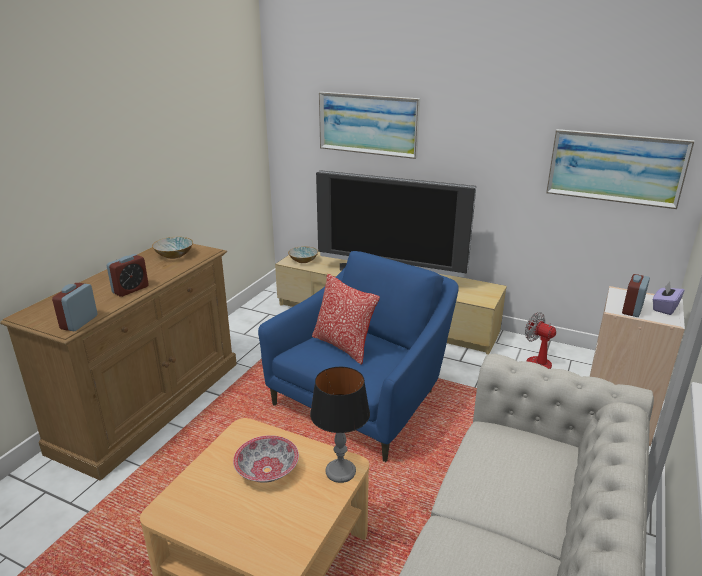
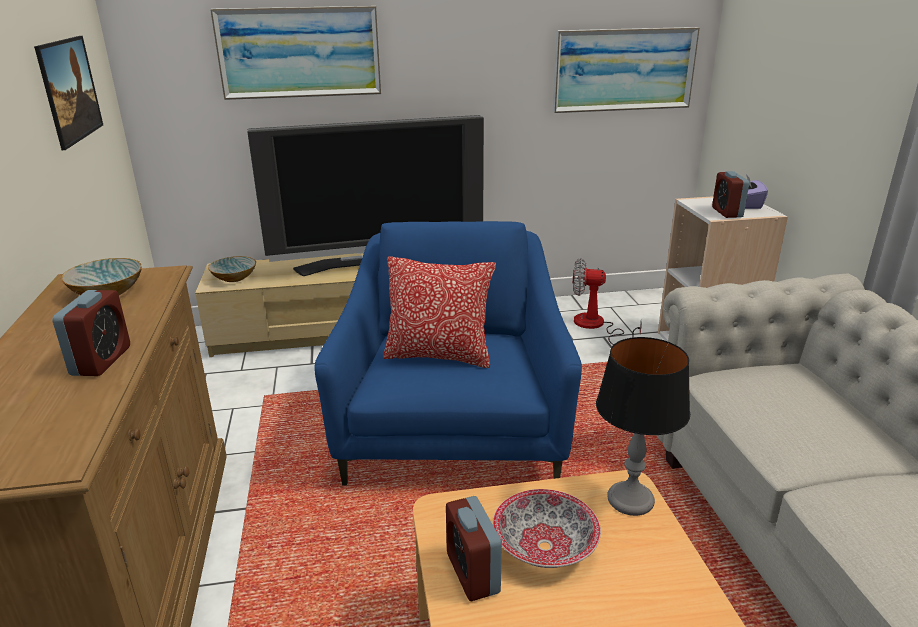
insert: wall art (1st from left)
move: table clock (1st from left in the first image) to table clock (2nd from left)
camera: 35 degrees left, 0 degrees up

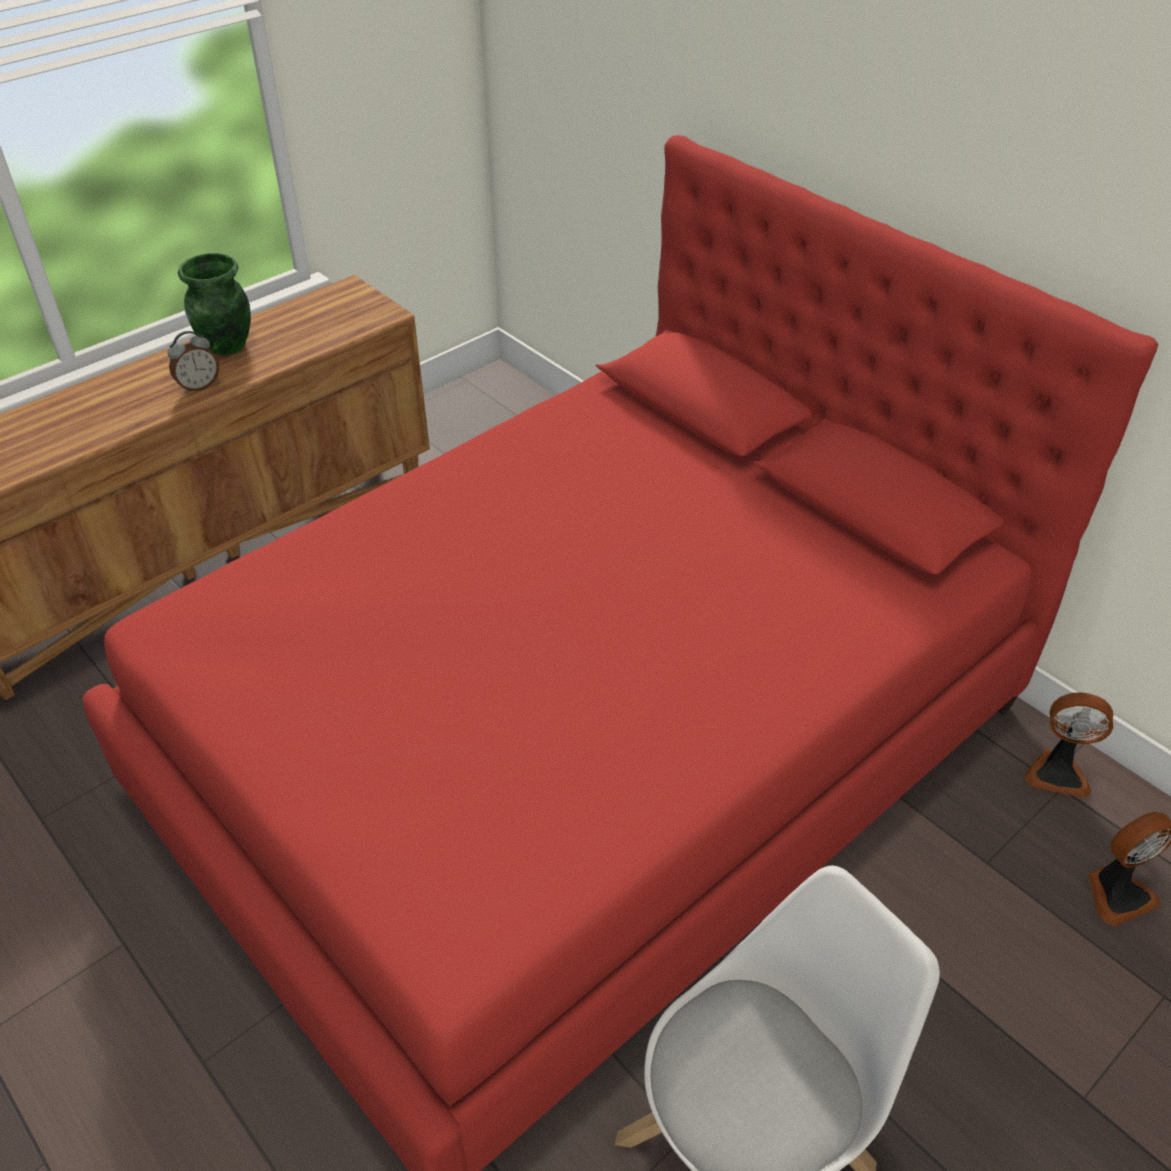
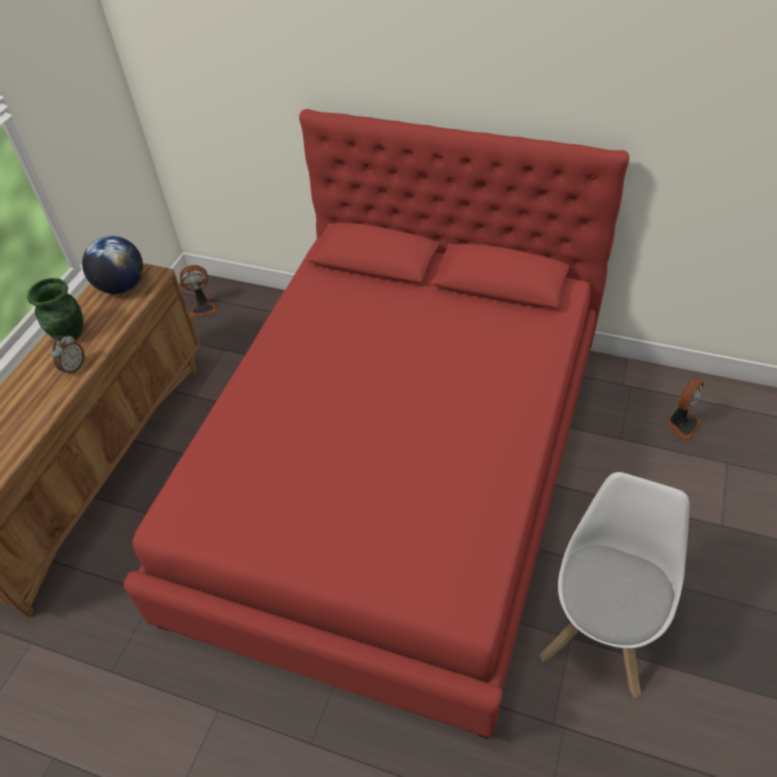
insert: desk globe
move: electric fan (1st from left)
camera: 25 degrees left, 5 degrees up

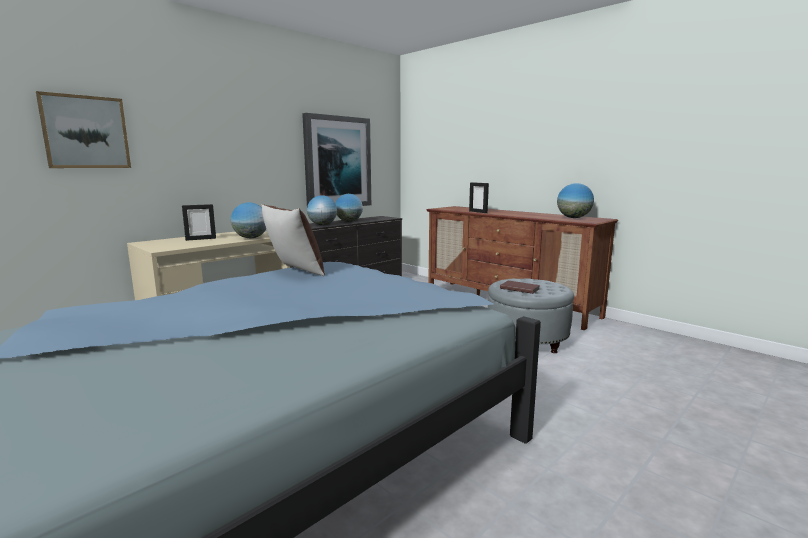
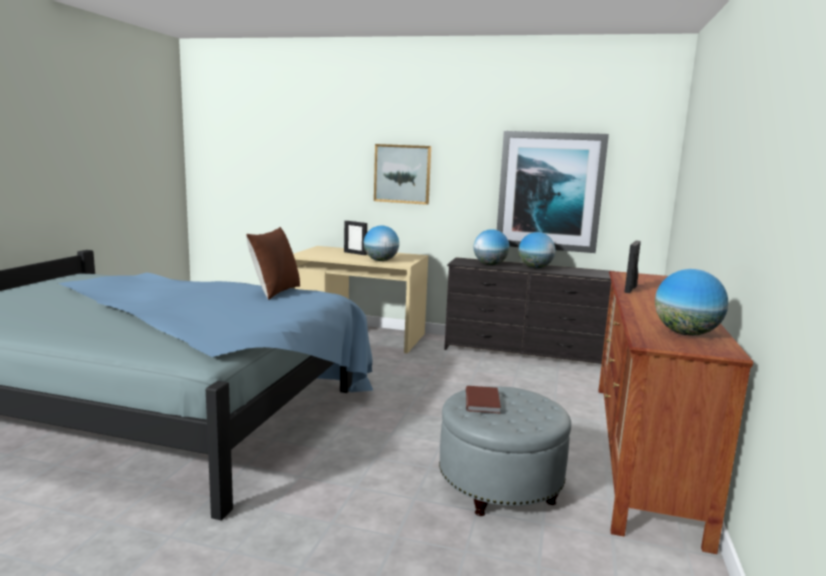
move: wall art (1st from left)
camera: 60 degrees right, 0 degrees up

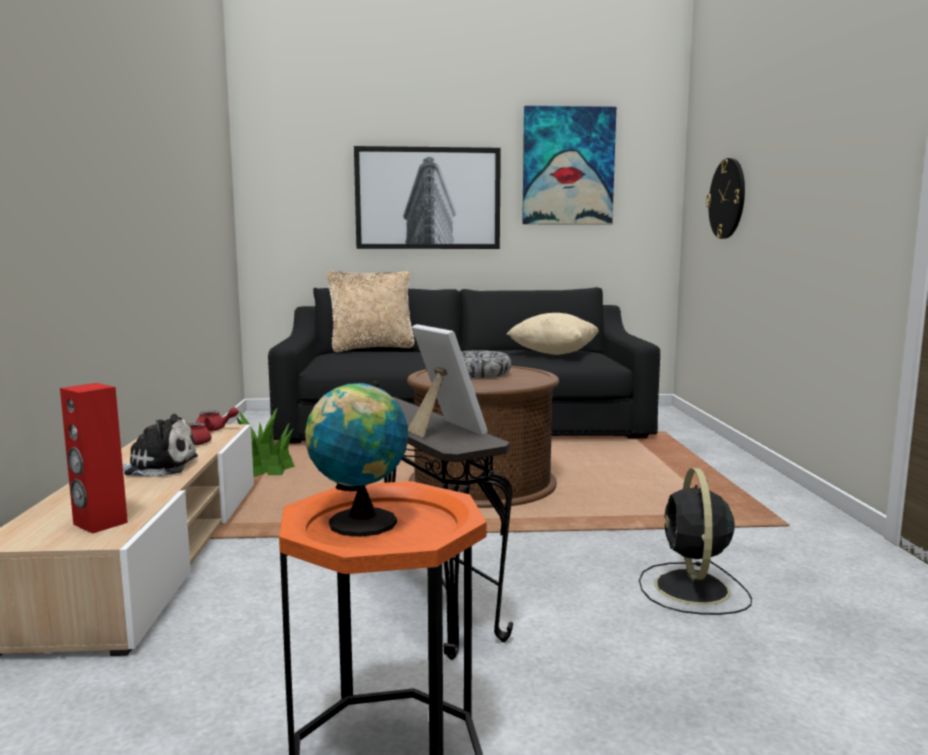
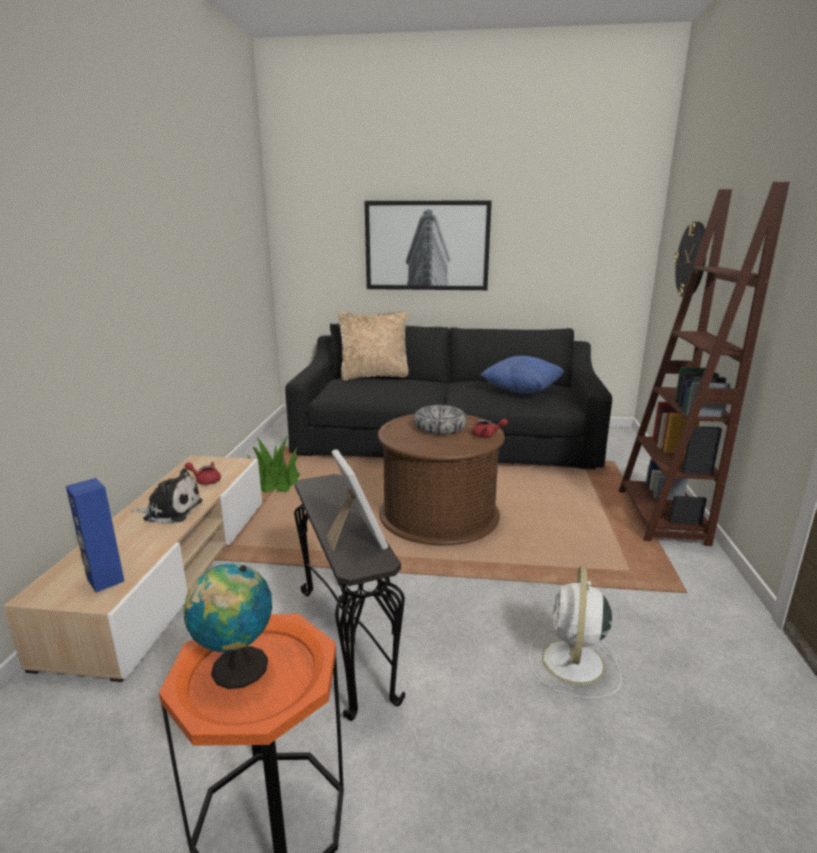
delete: wall art (2nd from left)
insert: brown bookcase
move: red-coloured tea pot (2nd from left)
recolor: red-coloured loudspeaker to blue-coloured loudspeaker; beige cushion (2nd from left) to blue-coloured cushion; black electric fan to whitish electric fan
camera: 10 degrees right, 10 degrees up

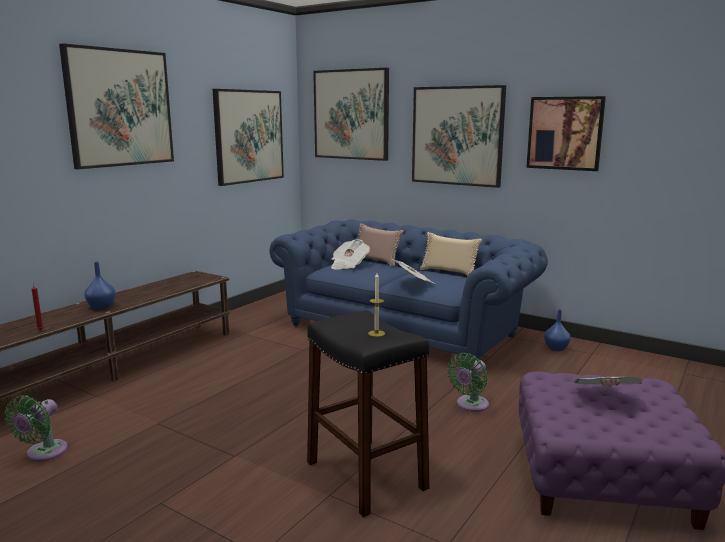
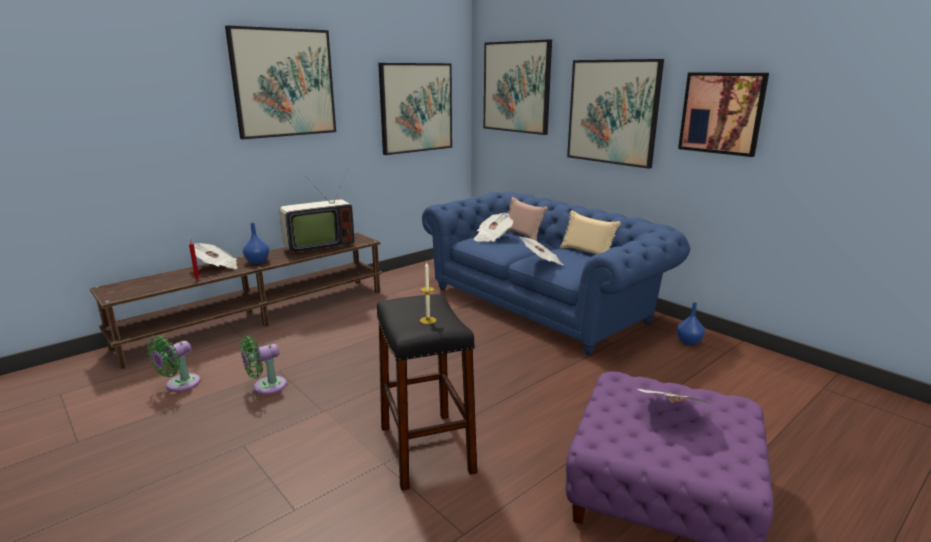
insert: printed paper (1st from left); television
move: greenish electric fan (2nd from left)
camera: 15 degrees right, 5 degrees up

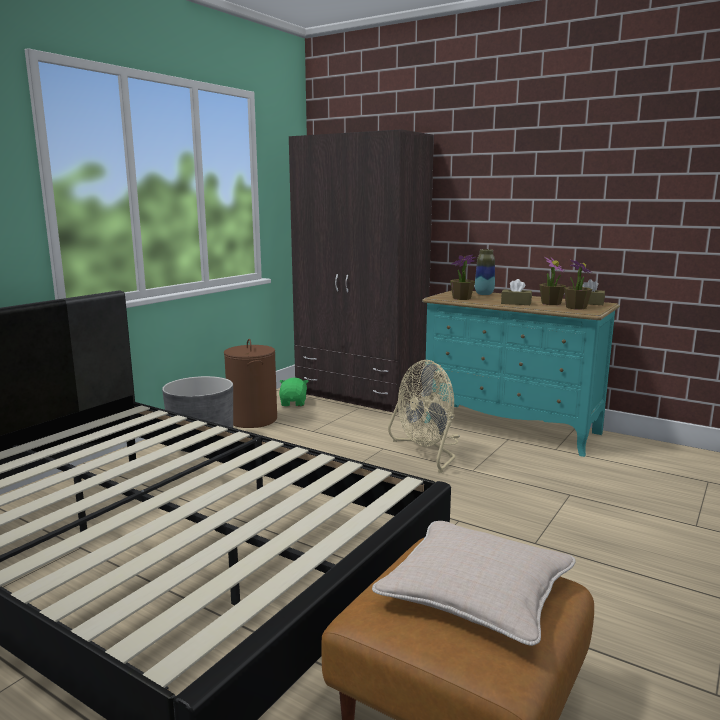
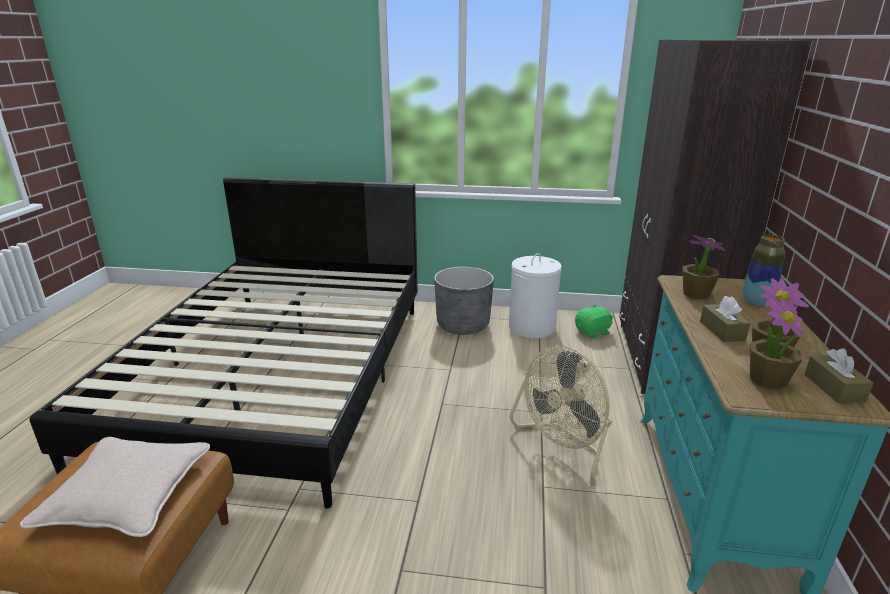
recolor: brown washing basket to whitish washing basket
rotate: beige electric fan 75 degrees counterclockwise
camera: 65 degrees right, 10 degrees up

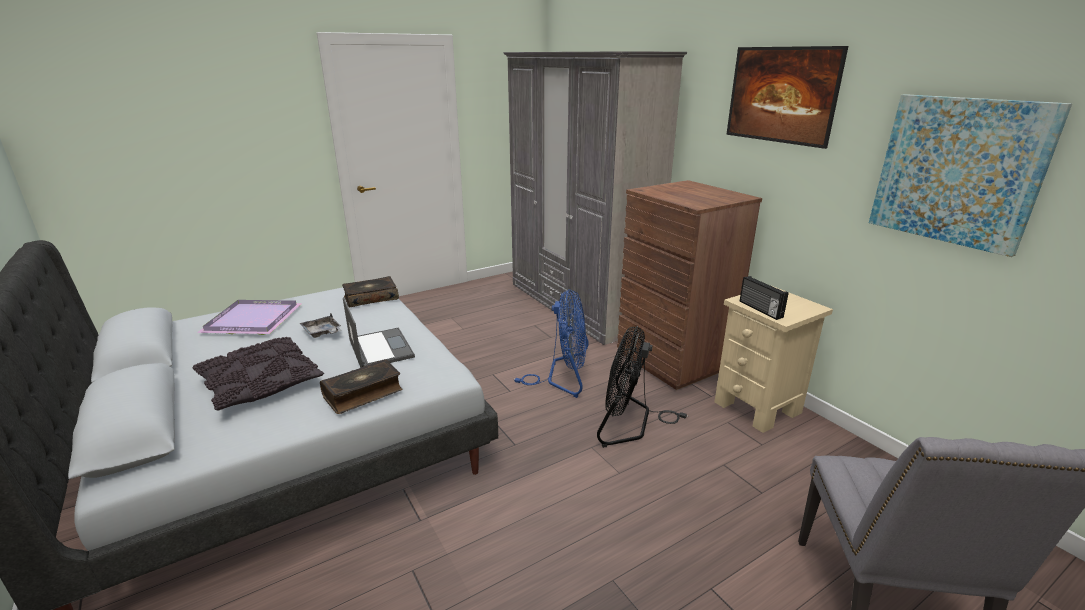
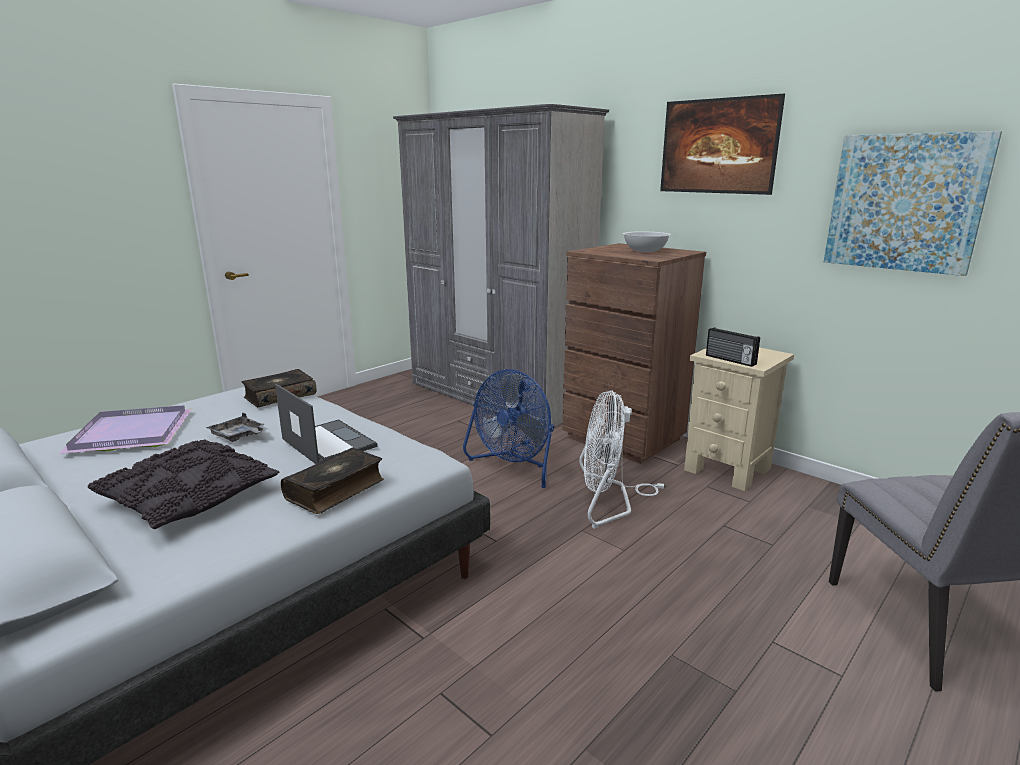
insert: whitish serving bowl
recolor: black electric fan to whitish electric fan
rotate: blue-coloured electric fan 135 degrees clockwise
camera: 15 degrees left, 5 degrees down

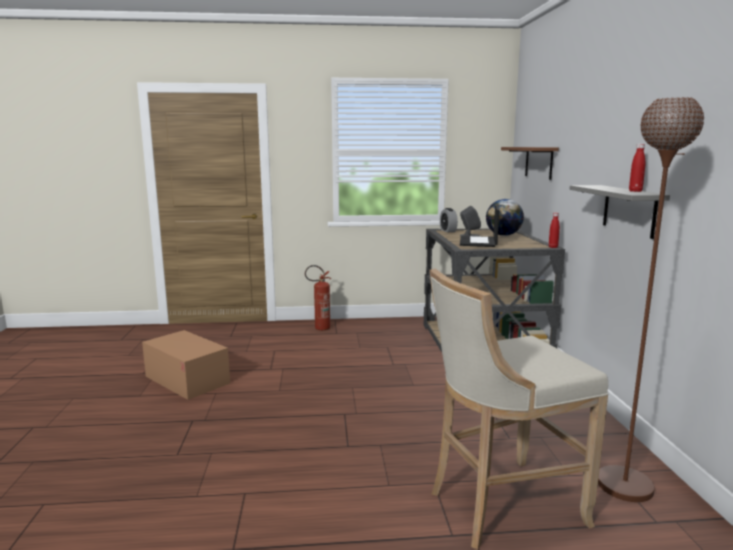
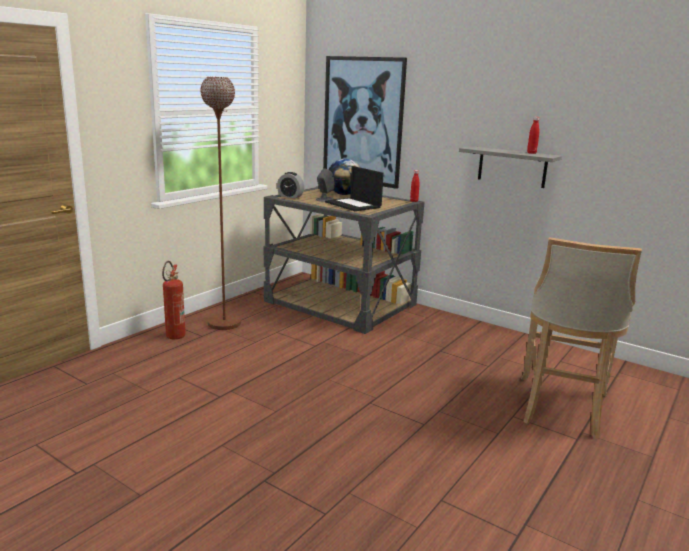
delete: cardboard box
move: brown standard lamp
replace: brown wall shelf to wall art
camera: 50 degrees left, 5 degrees up

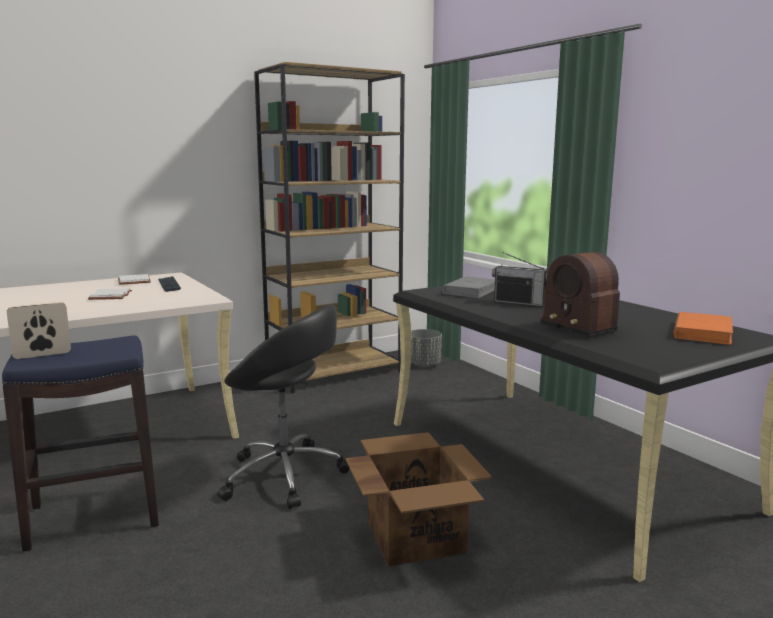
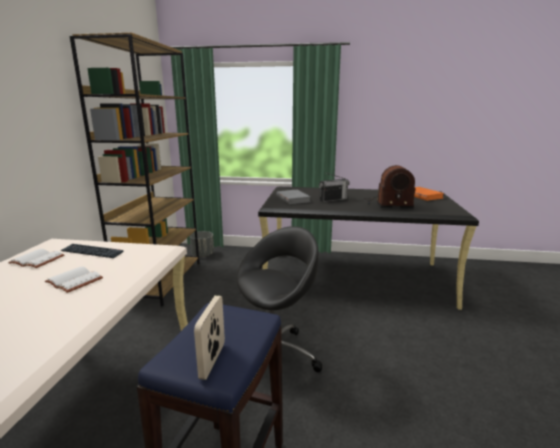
delete: cardboard box
camera: 50 degrees left, 5 degrees up

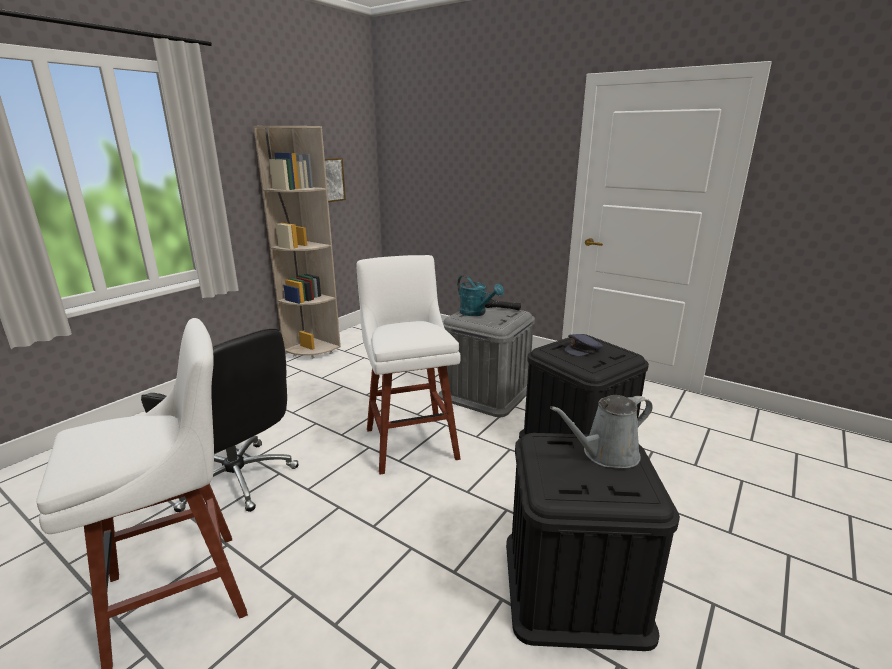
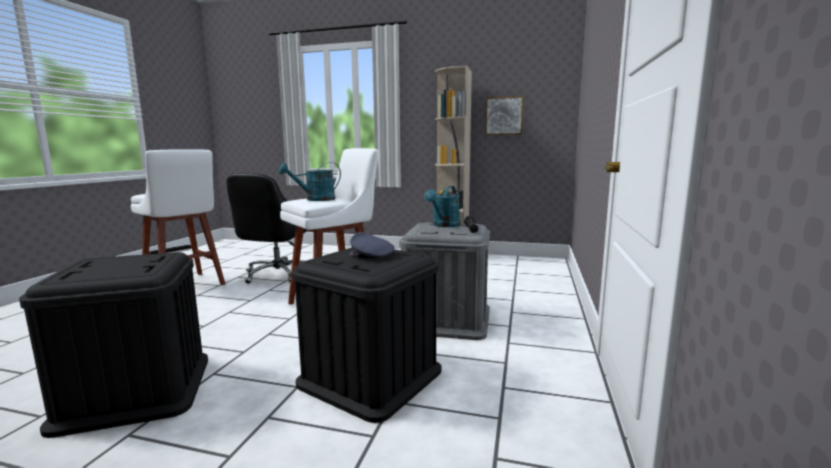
delete: greyish watering pot
insert: turquoise-coloured watering pot (1st from left)
camera: 70 degrees right, 10 degrees down

